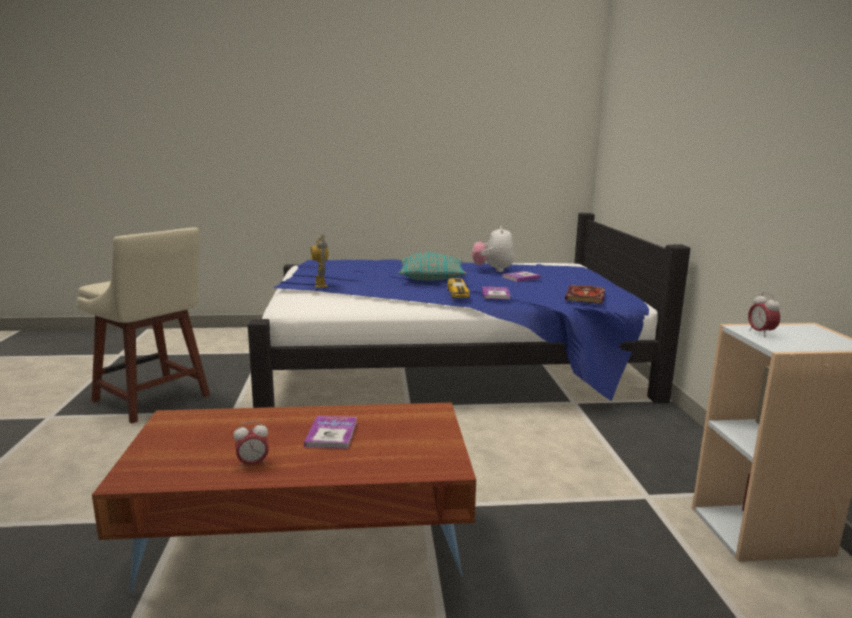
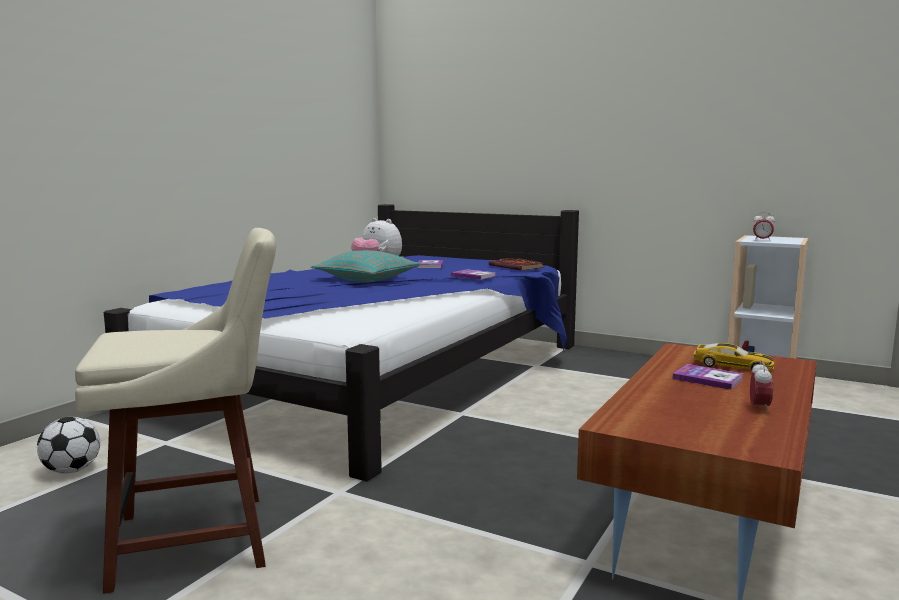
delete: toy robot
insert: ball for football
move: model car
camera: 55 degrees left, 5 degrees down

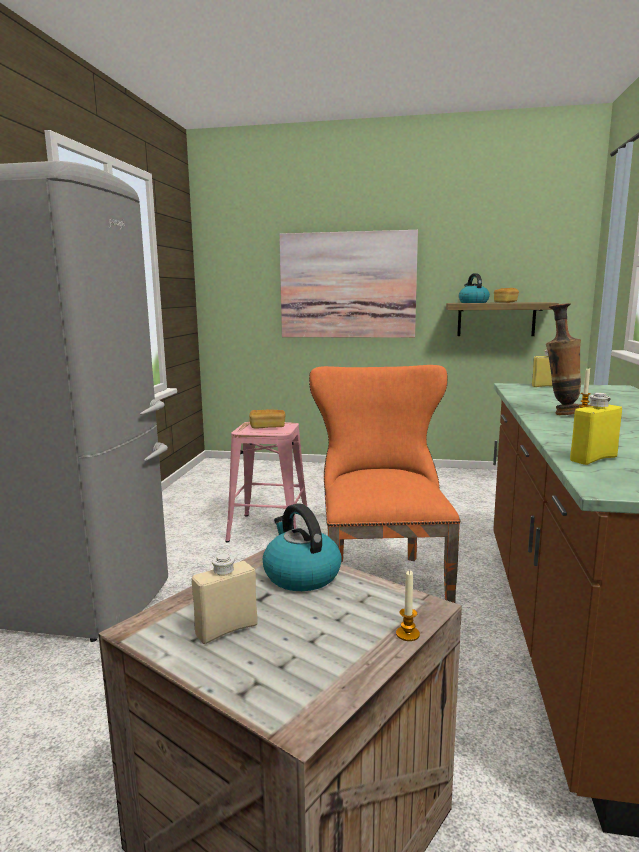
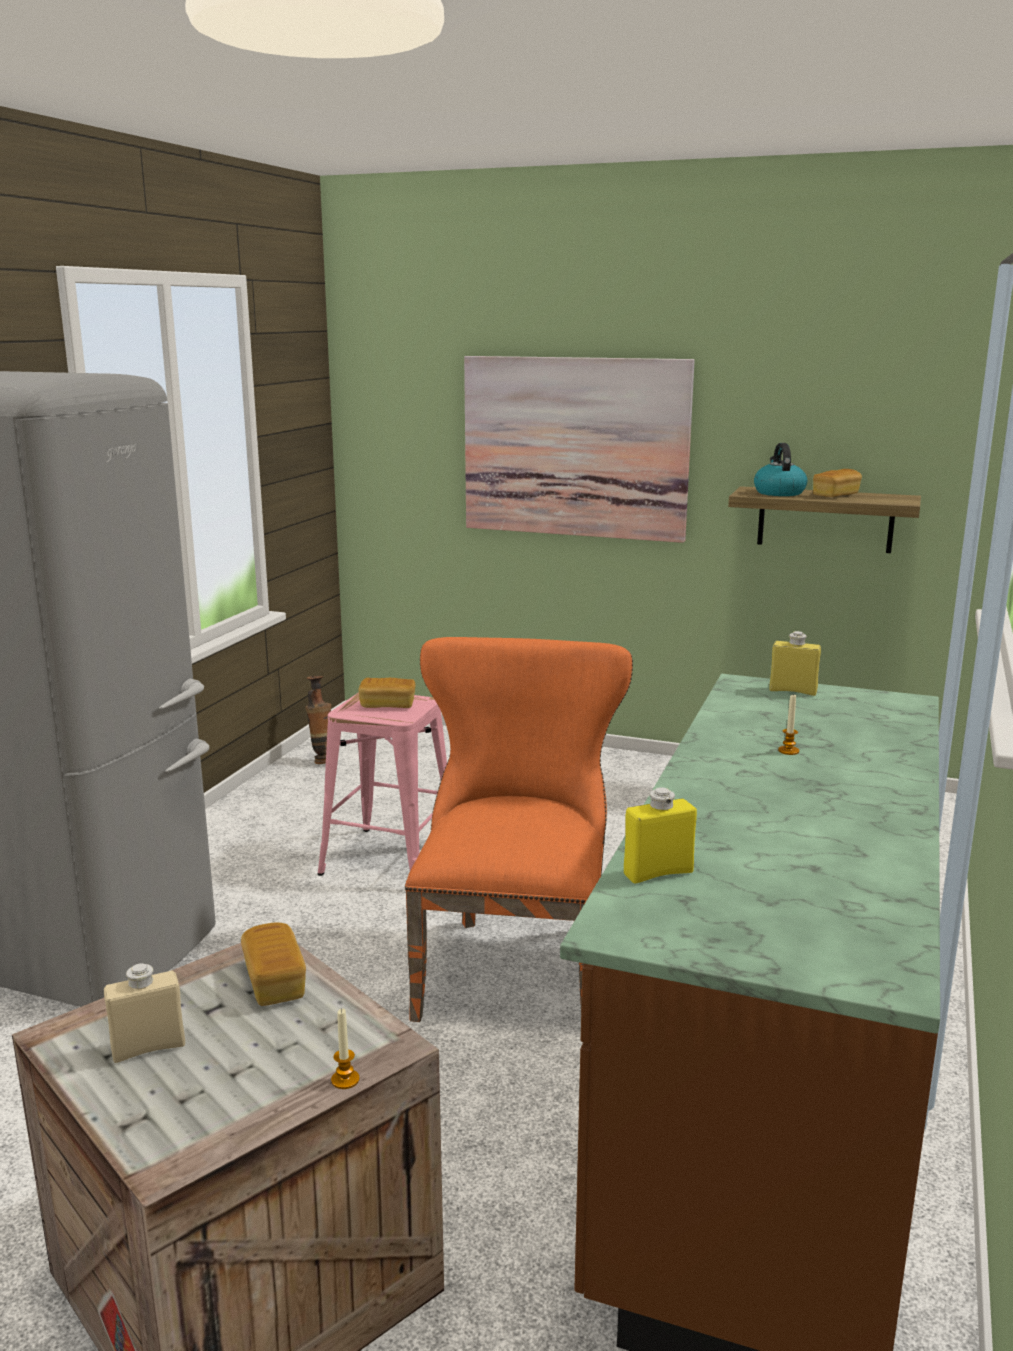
move: decorative vase
replace: water kettle (1st from left) to bakery bread (1st from left)
camera: 10 degrees right, 5 degrees up

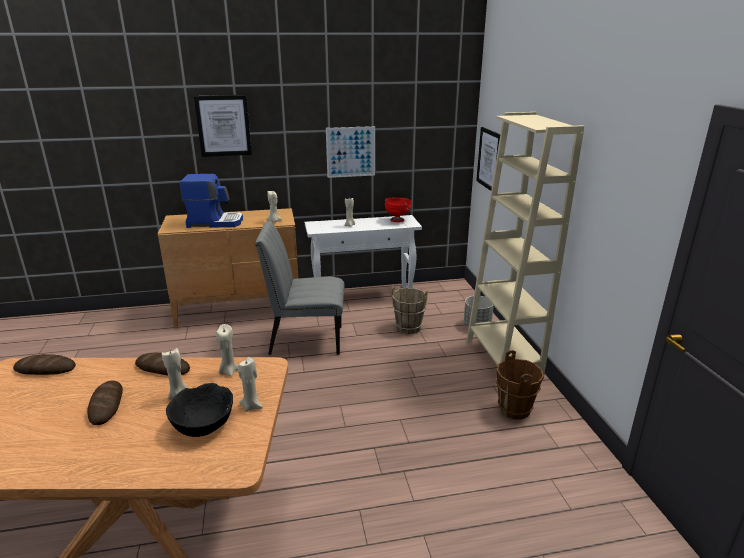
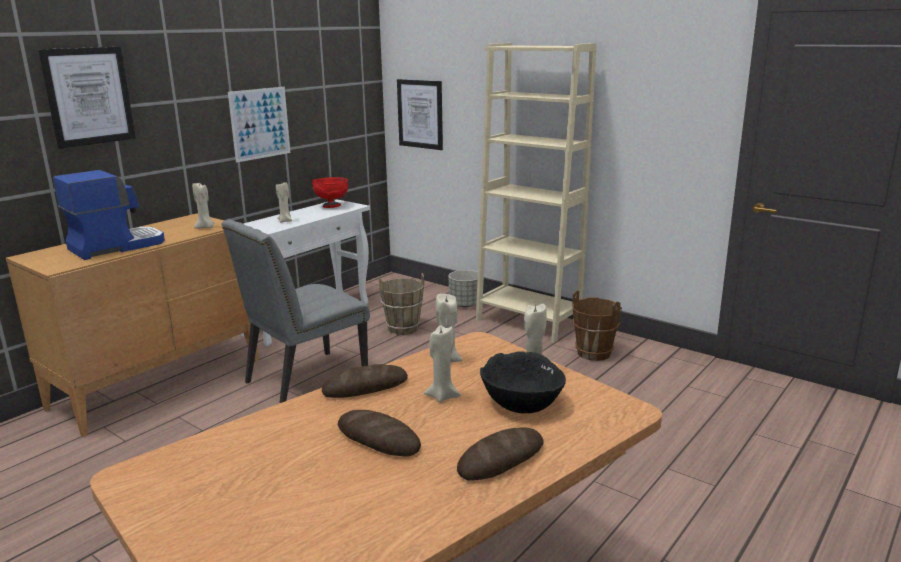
move: bakery bread (1st from left in the first image) to bakery bread (3rd from left)
camera: 40 degrees left, 5 degrees down

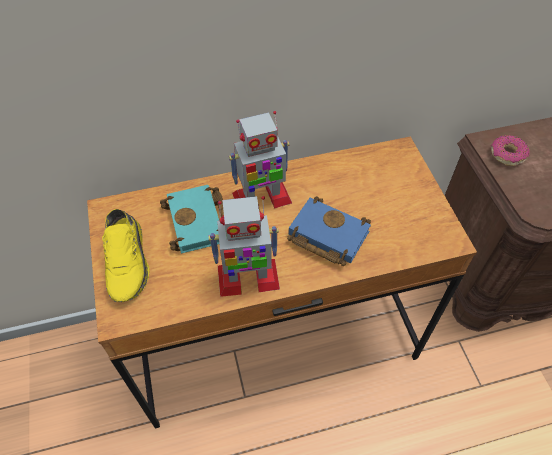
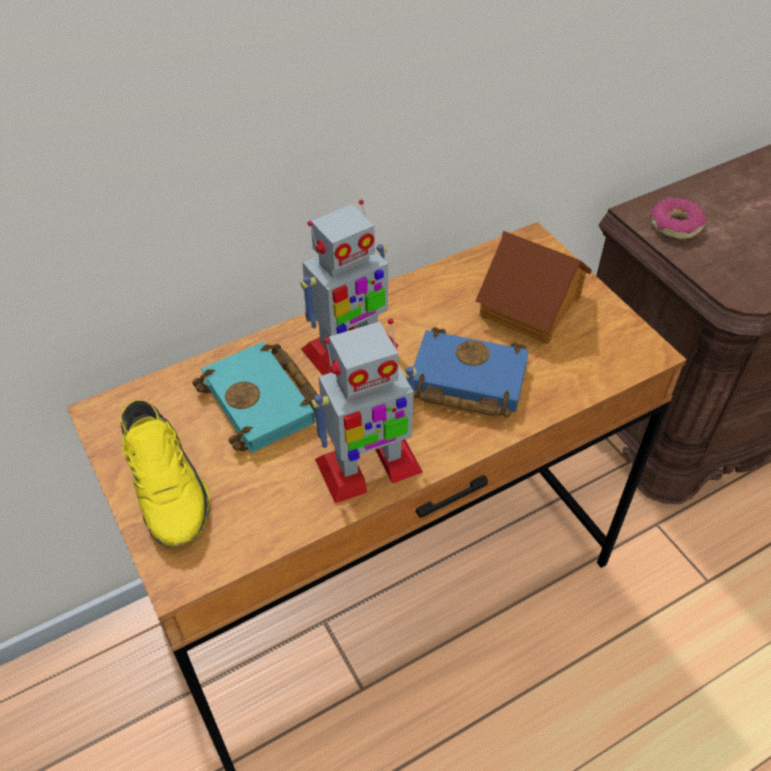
insert: toy house
camera: 15 degrees left, 5 degrees down

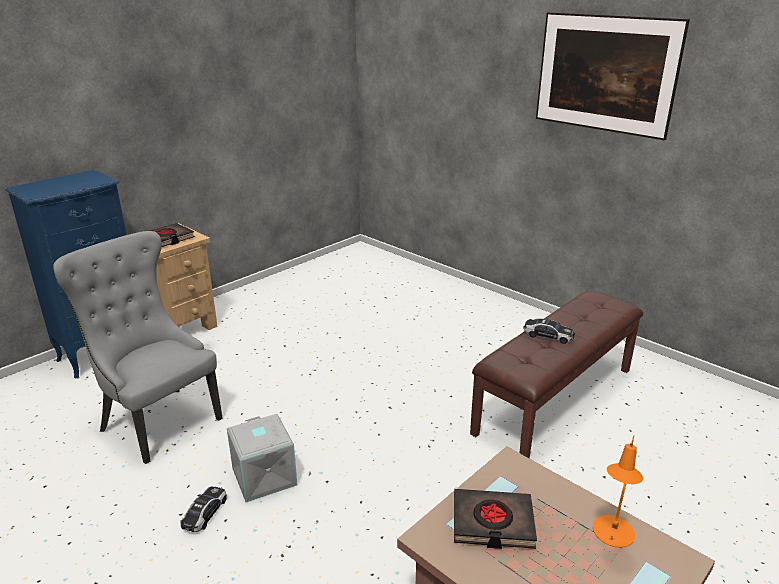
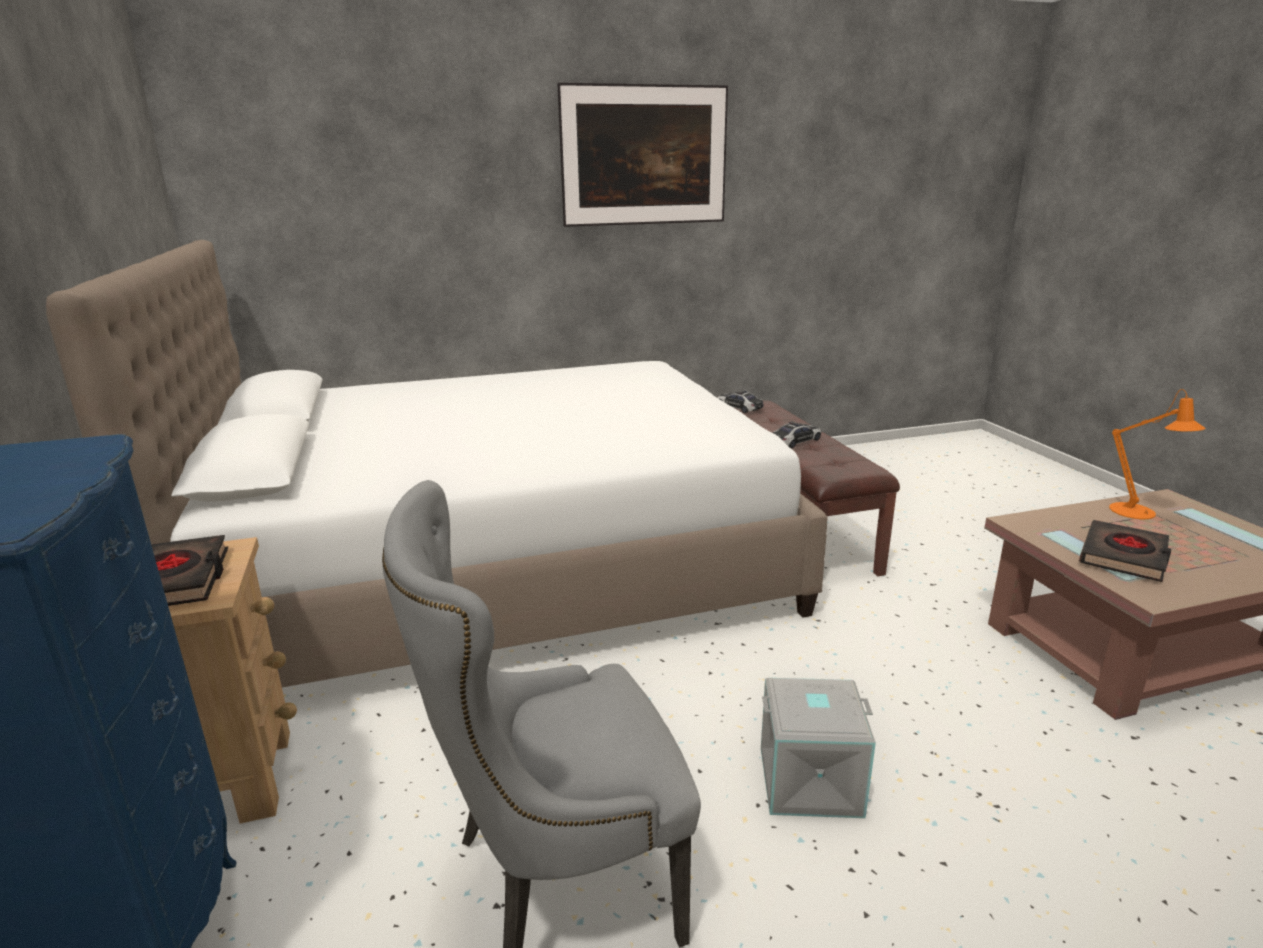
insert: whitish bedroom bed
move: model car (1st from left)
camera: 60 degrees left, 5 degrees down

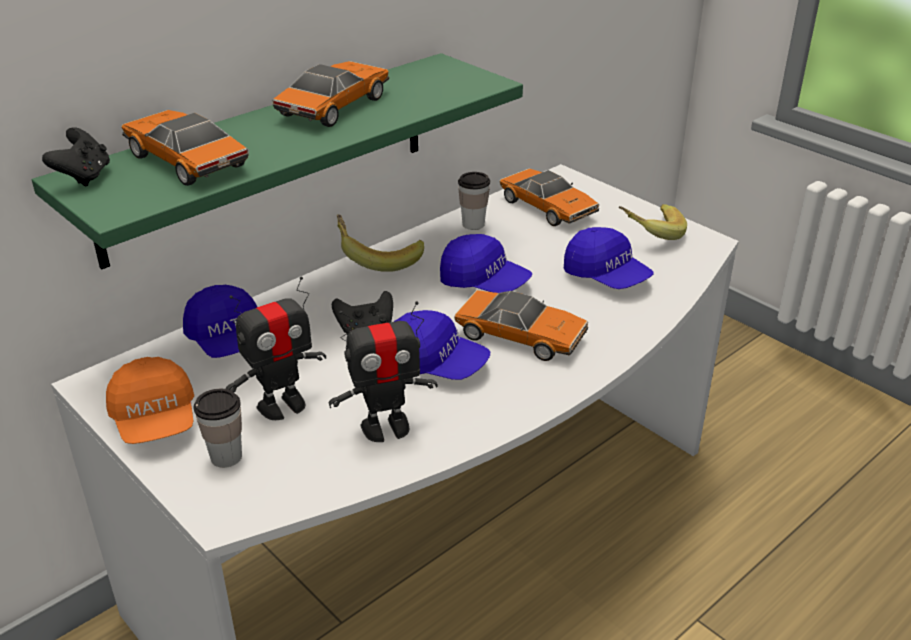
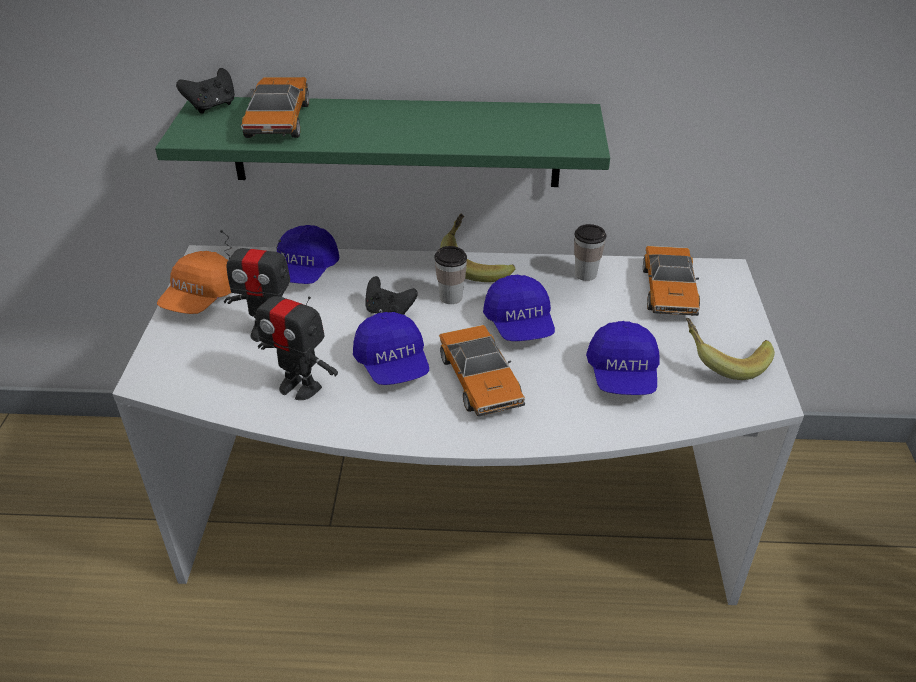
delete: model car (2nd from left)
move: cup (1st from left)
camera: 45 degrees right, 5 degrees up

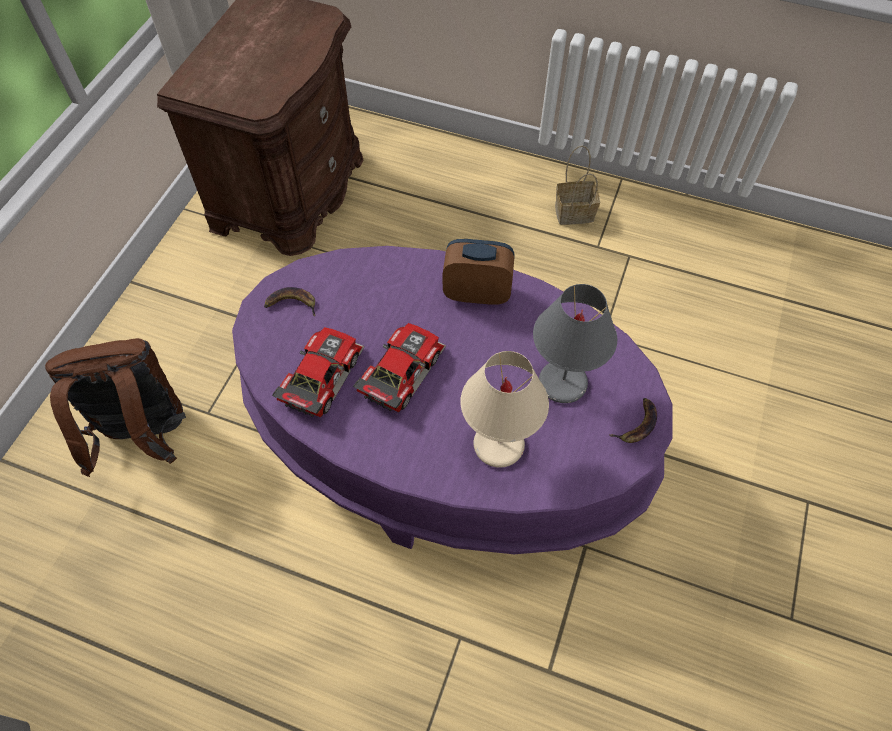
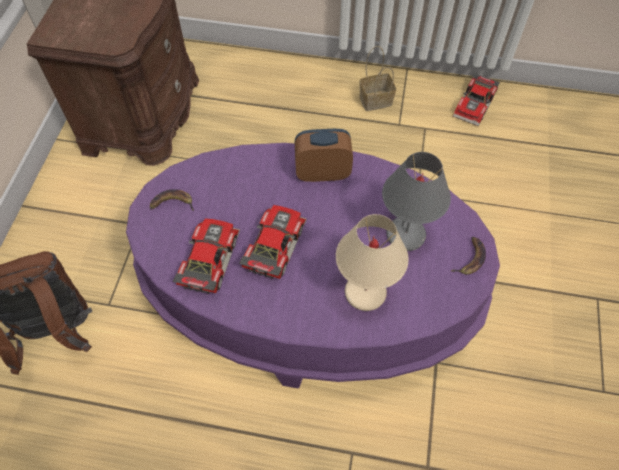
insert: model car (3rd from left)
camera: 10 degrees left, 0 degrees up

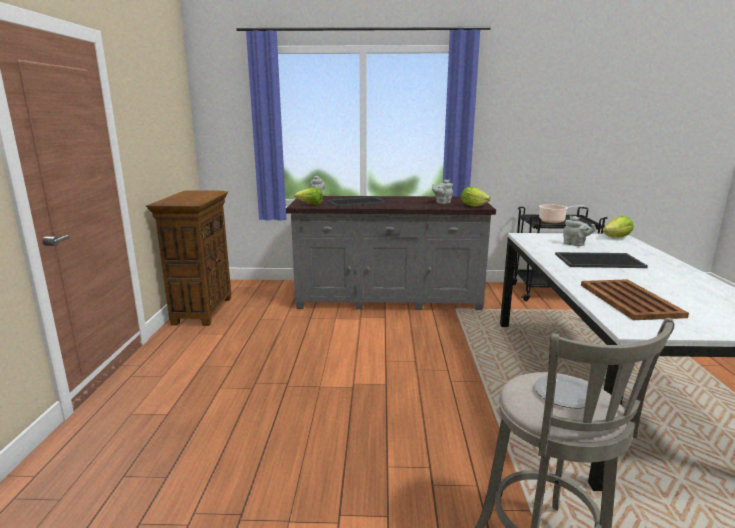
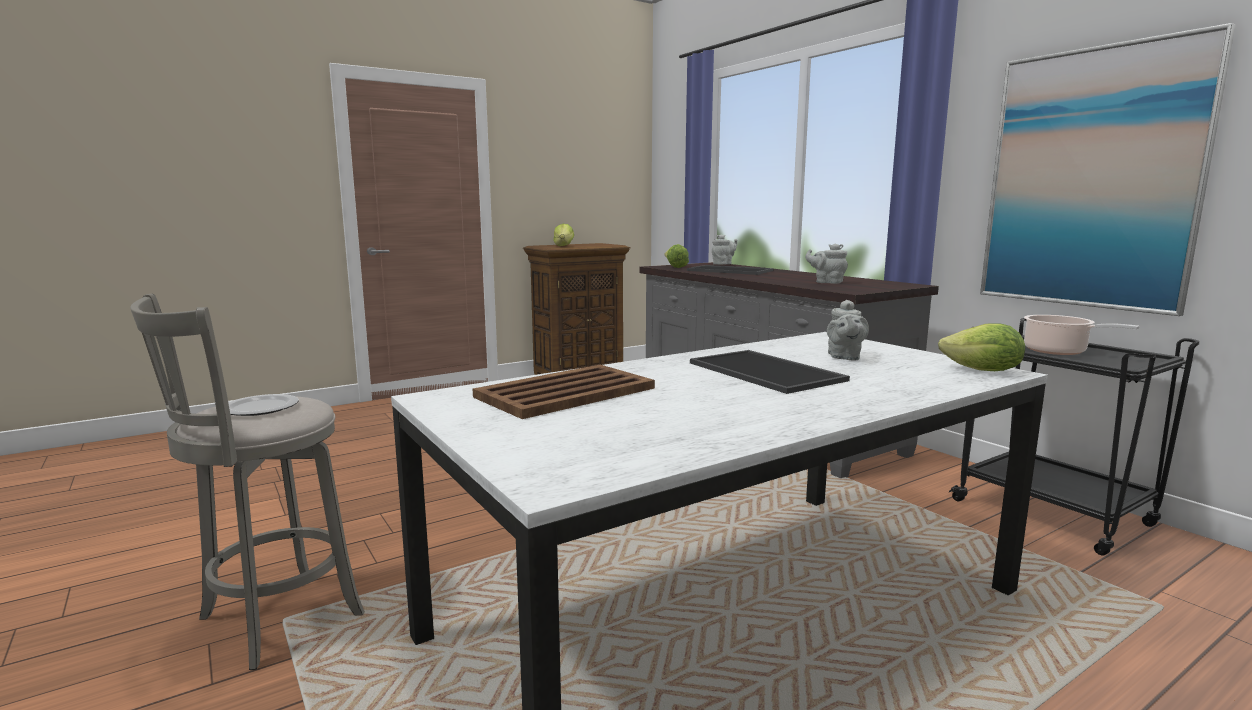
insert: wall art
move: lettuce (2nd from left in the first image) to lettuce (1st from left)
camera: 55 degrees right, 5 degrees down

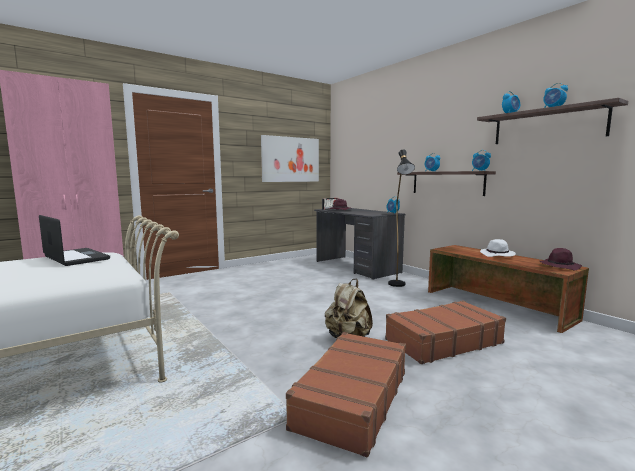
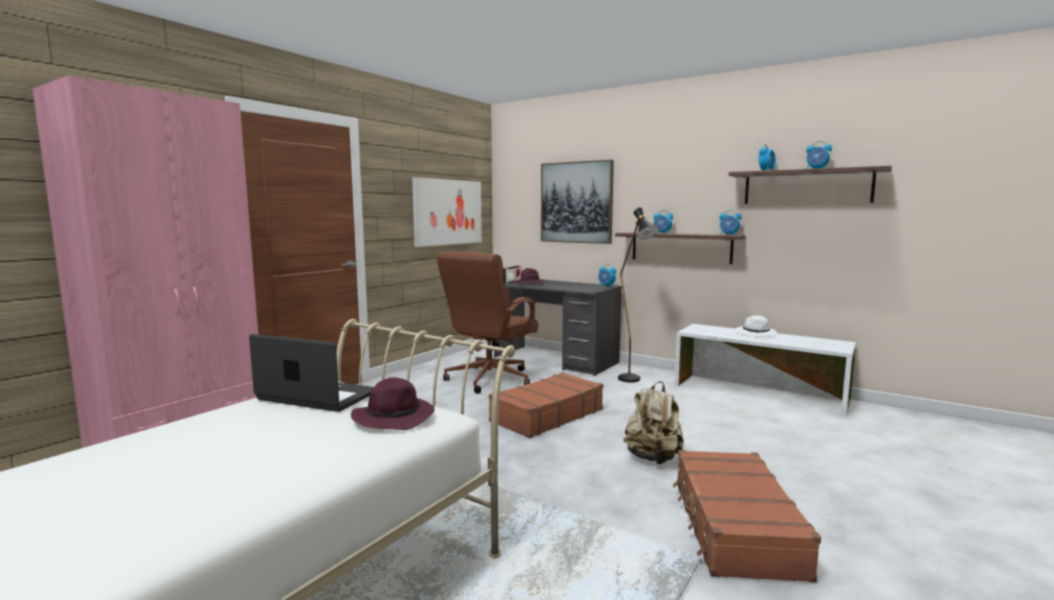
insert: brown office chair; wall art (2nd from left)
move: purple wearable hat (2nd from left in the first image) to purple wearable hat (1st from left); brown travel case (2nd from left in the first image) to brown travel case (1st from left)
recolor: brown long seat to whitish long seat
camera: 20 degrees left, 0 degrees up

